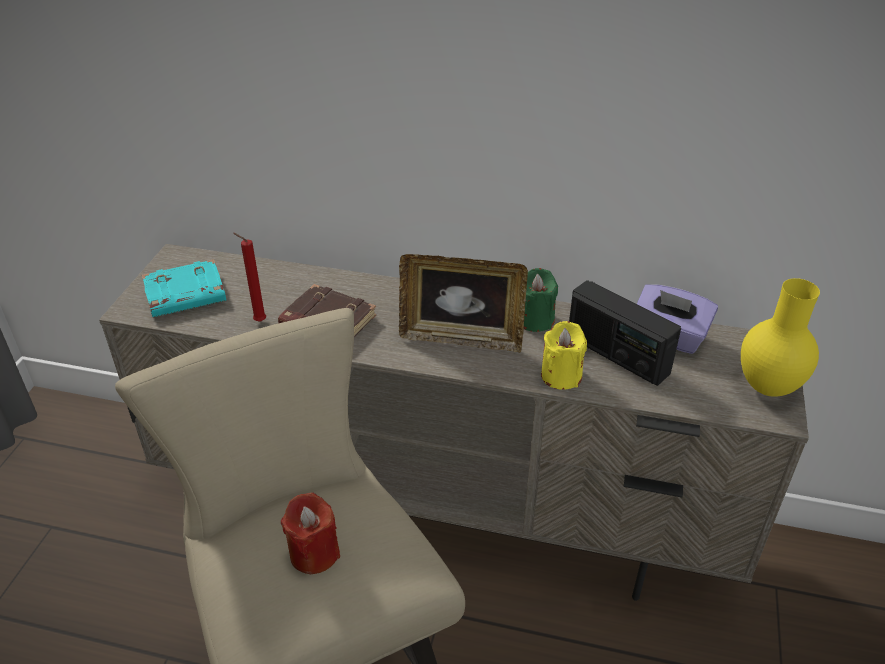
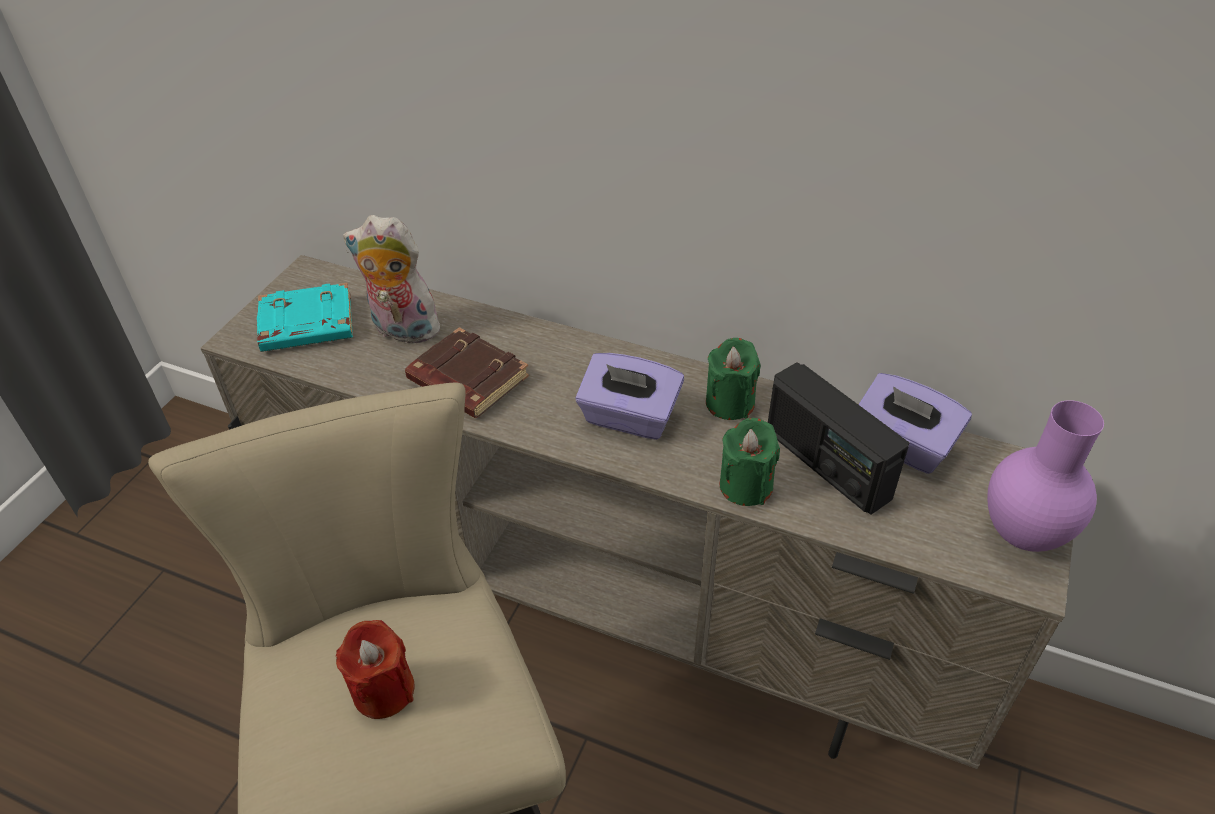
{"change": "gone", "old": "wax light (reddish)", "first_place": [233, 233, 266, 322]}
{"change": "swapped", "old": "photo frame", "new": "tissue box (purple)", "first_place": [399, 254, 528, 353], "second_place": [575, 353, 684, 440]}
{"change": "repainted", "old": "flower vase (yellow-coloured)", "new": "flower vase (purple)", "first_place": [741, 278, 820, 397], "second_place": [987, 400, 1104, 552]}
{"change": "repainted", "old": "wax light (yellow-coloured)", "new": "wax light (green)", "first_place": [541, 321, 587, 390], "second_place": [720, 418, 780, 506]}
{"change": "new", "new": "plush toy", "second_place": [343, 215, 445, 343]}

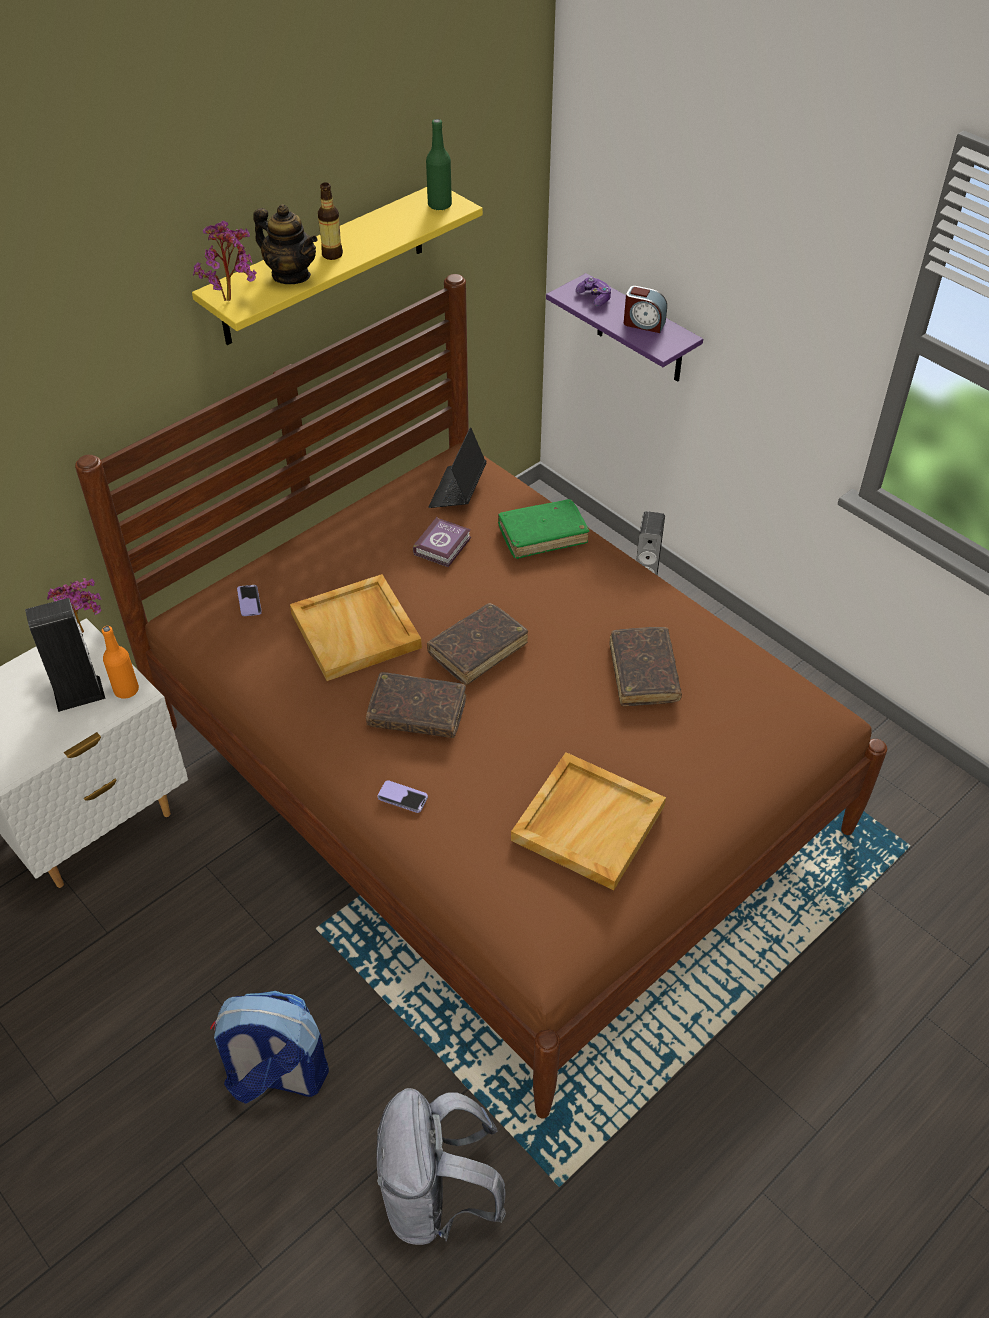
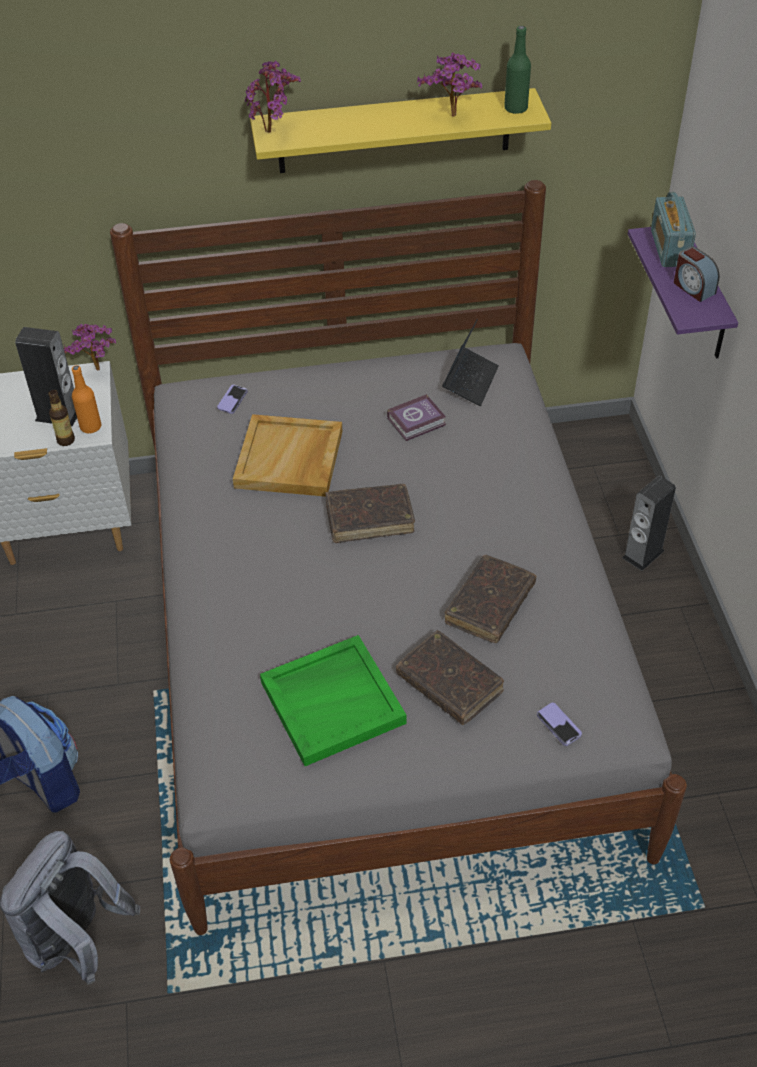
{"change": "shifted", "old": "drink bottle", "first_place": [318, 182, 343, 260], "second_place": [48, 390, 75, 446]}
{"change": "gone", "old": "pot for tea", "first_place": [253, 204, 318, 284]}
{"change": "repainted", "old": "sleeping bed (brownish)", "new": "sleeping bed (grey)", "first_place": [75, 274, 887, 1119], "second_place": [110, 180, 687, 935]}
{"change": "swapped", "old": "gamepad", "new": "radio receiver", "first_place": [576, 277, 611, 307], "second_place": [651, 192, 696, 267]}
{"change": "rotated", "old": "portable computer", "first_place": [428, 427, 486, 508], "second_place": [442, 319, 499, 406], "degrees": 150}
{"change": "gone", "old": "bound book (green)", "first_place": [498, 499, 589, 559]}
{"change": "shifted", "old": "bound book (brownish)", "first_place": [366, 672, 466, 738], "second_place": [396, 630, 504, 725]}
{"change": "repainted", "old": "serving tray (beige)", "new": "serving tray (green)", "first_place": [511, 752, 666, 890], "second_place": [260, 635, 407, 766]}
{"change": "shifted", "old": "phone", "first_place": [378, 780, 428, 813], "second_place": [537, 703, 582, 746]}
{"change": "new", "new": "houseplant", "second_place": [417, 52, 482, 116]}

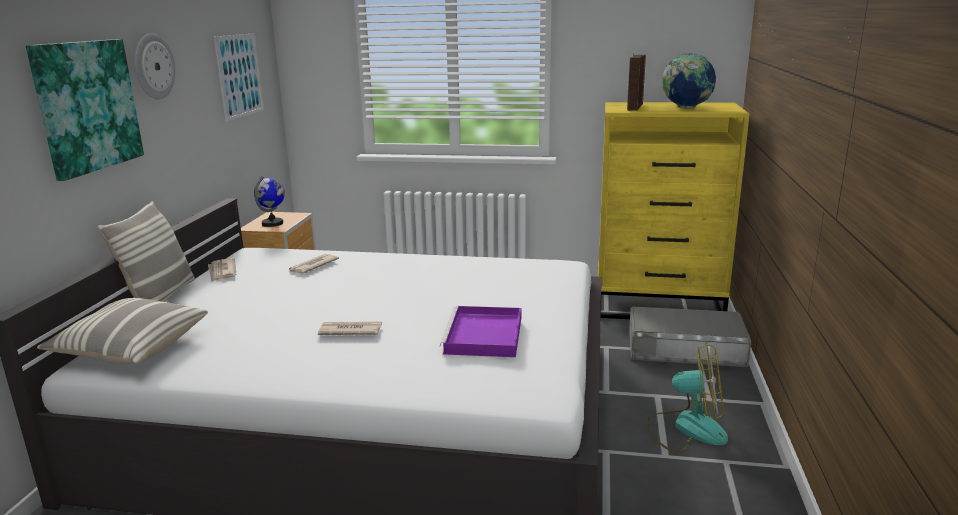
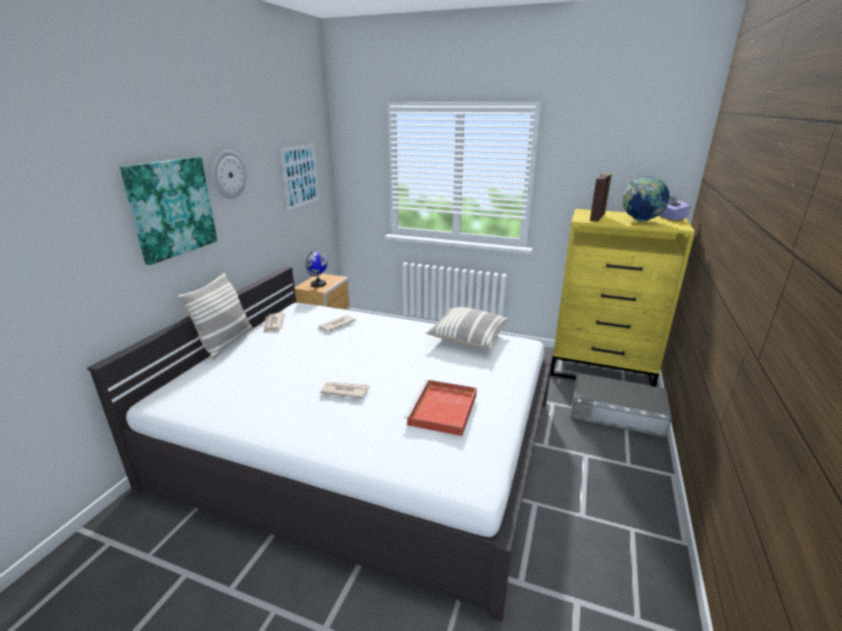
{"change": "shifted", "old": "throw pillow", "first_place": [37, 298, 208, 364], "second_place": [426, 307, 508, 349]}
{"change": "repainted", "old": "serving tray (purple)", "new": "serving tray (reddish)", "first_place": [440, 306, 521, 357], "second_place": [405, 380, 477, 436]}
{"change": "gone", "old": "fan", "first_place": [647, 342, 728, 452]}
{"change": "new", "new": "tissue box (purple)", "second_place": [660, 196, 691, 220]}

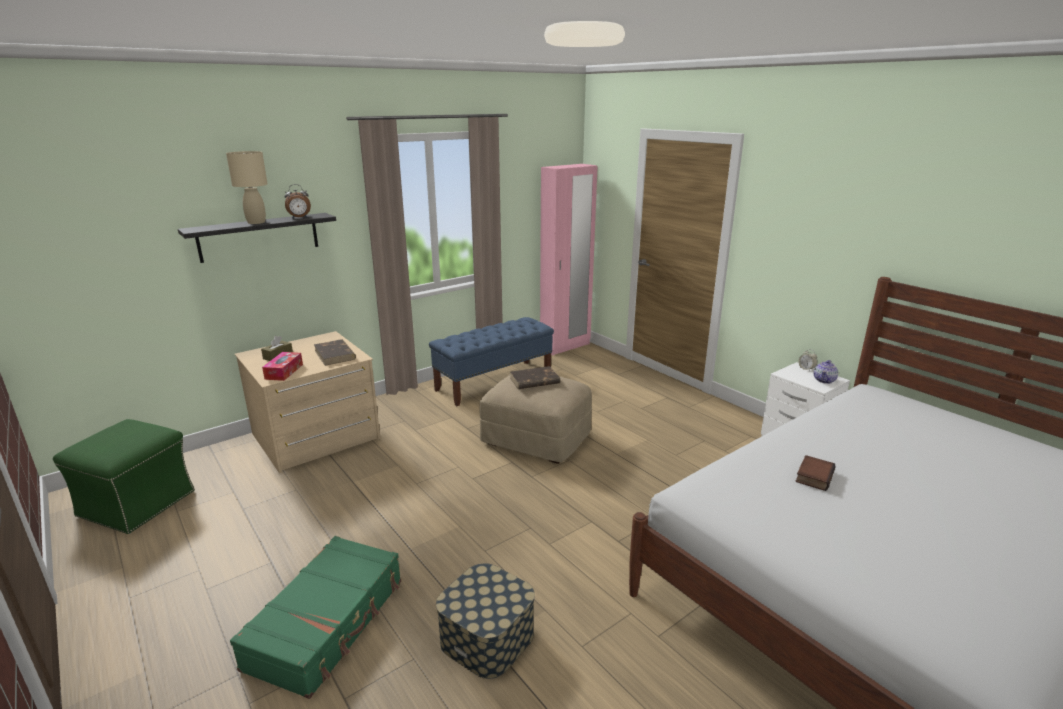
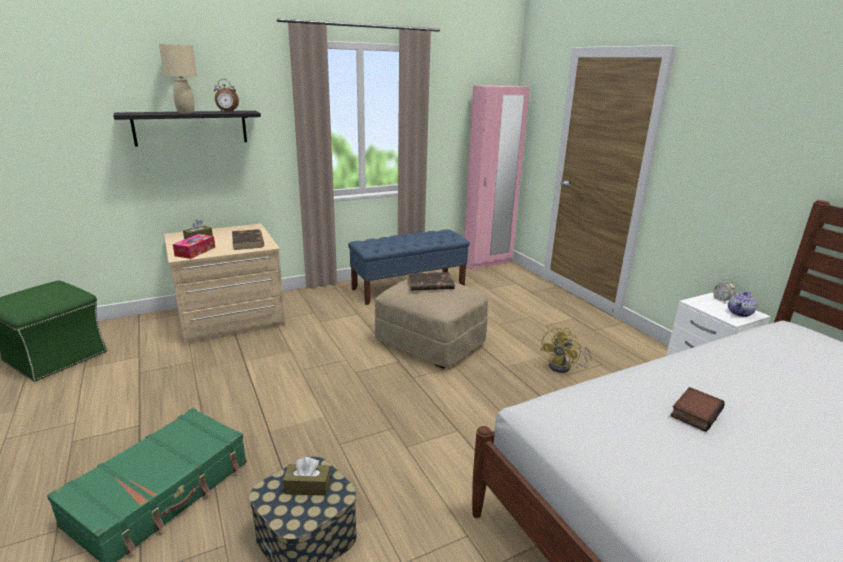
{"change": "new", "new": "fan (yellow-coloured)", "second_place": [540, 328, 591, 373]}
{"change": "new", "new": "tissue box (brownish)", "second_place": [283, 457, 331, 496]}

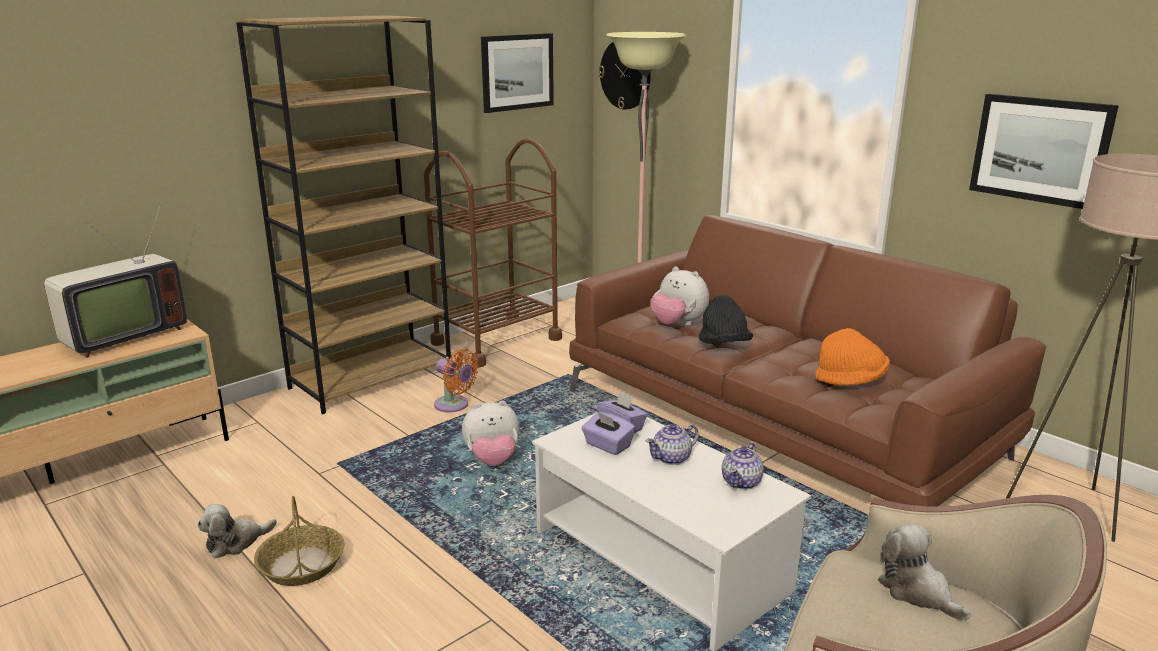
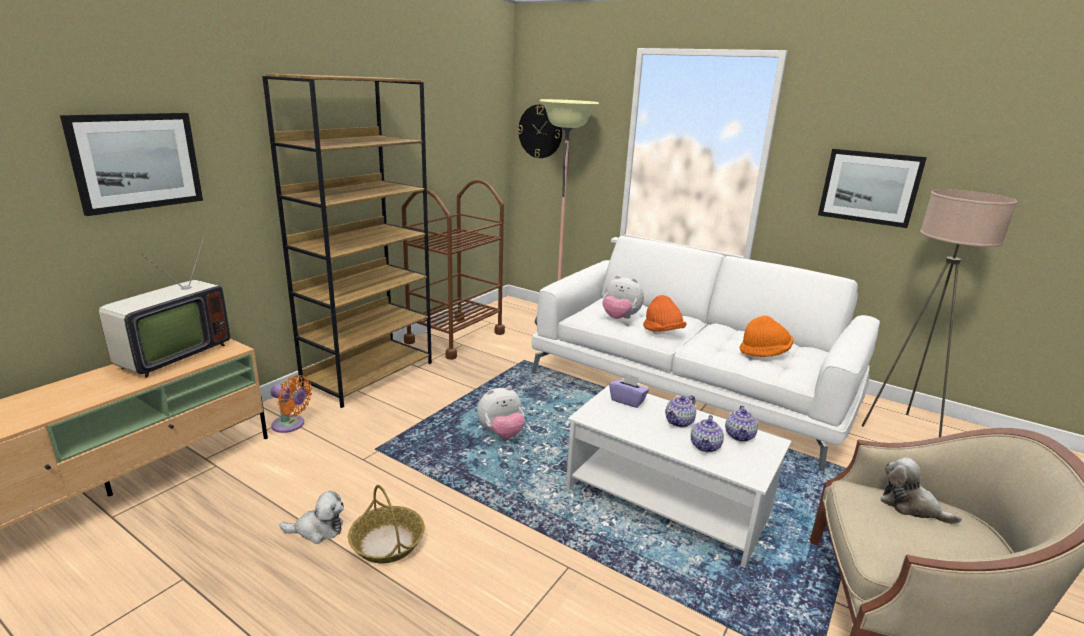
{"change": "shifted", "old": "wall art", "first_place": [481, 33, 554, 113], "second_place": [60, 113, 203, 216]}
{"change": "repainted", "old": "settee (brownish)", "new": "settee (white-coloured)", "first_place": [569, 215, 1046, 506], "second_place": [532, 236, 880, 471]}
{"change": "repainted", "old": "wearable hat (black)", "new": "wearable hat (orange-coloured)", "first_place": [699, 295, 753, 344], "second_place": [643, 295, 687, 332]}
{"change": "shifted", "old": "fan (orange-coloured)", "first_place": [434, 349, 478, 412], "second_place": [271, 375, 312, 433]}
{"change": "gone", "old": "tissue box (purple)", "first_place": [581, 411, 635, 455]}
{"change": "rotated", "old": "plush toy", "first_place": [198, 504, 277, 558], "second_place": [280, 491, 344, 544], "degrees": -135}
{"change": "new", "new": "pot for tea", "second_place": [691, 415, 724, 452]}

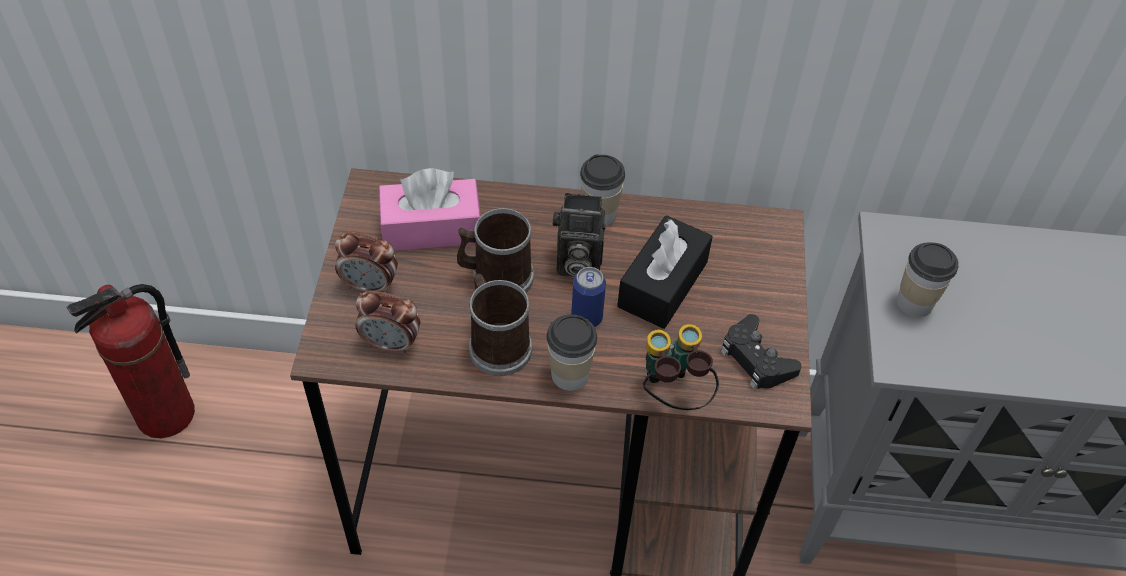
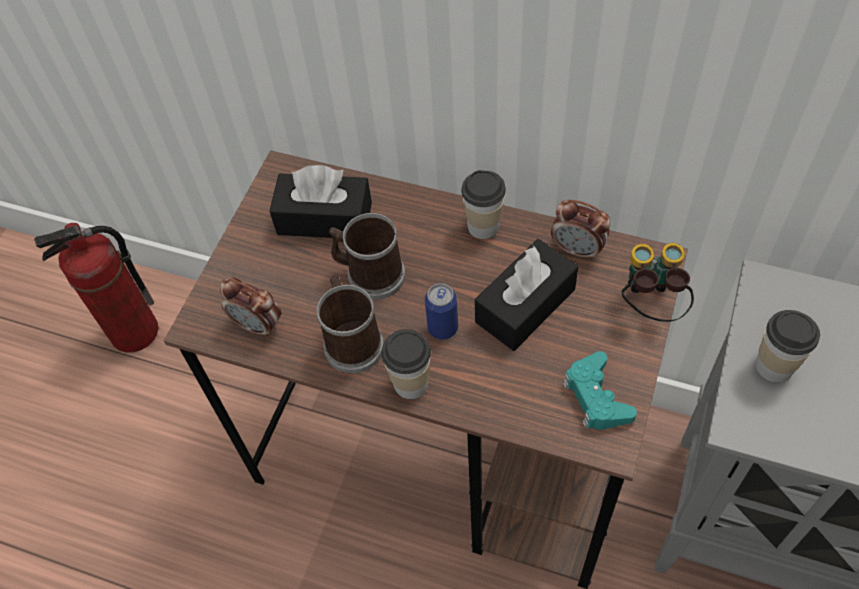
{"change": "repainted", "old": "tissue box (pinkish)", "new": "tissue box (black)", "first_place": [379, 168, 481, 251], "second_place": [269, 165, 372, 238]}
{"change": "gone", "old": "photo camera", "first_place": [553, 193, 606, 277]}
{"change": "shifted", "old": "table clock", "first_place": [335, 232, 398, 296], "second_place": [551, 200, 611, 261]}
{"change": "repainted", "old": "gamepad (black)", "new": "gamepad (turquoise-coloured)", "first_place": [721, 314, 802, 390], "second_place": [563, 351, 637, 430]}
{"change": "shifted", "old": "pair of binoculars", "first_place": [643, 324, 719, 410], "second_place": [622, 243, 694, 322]}

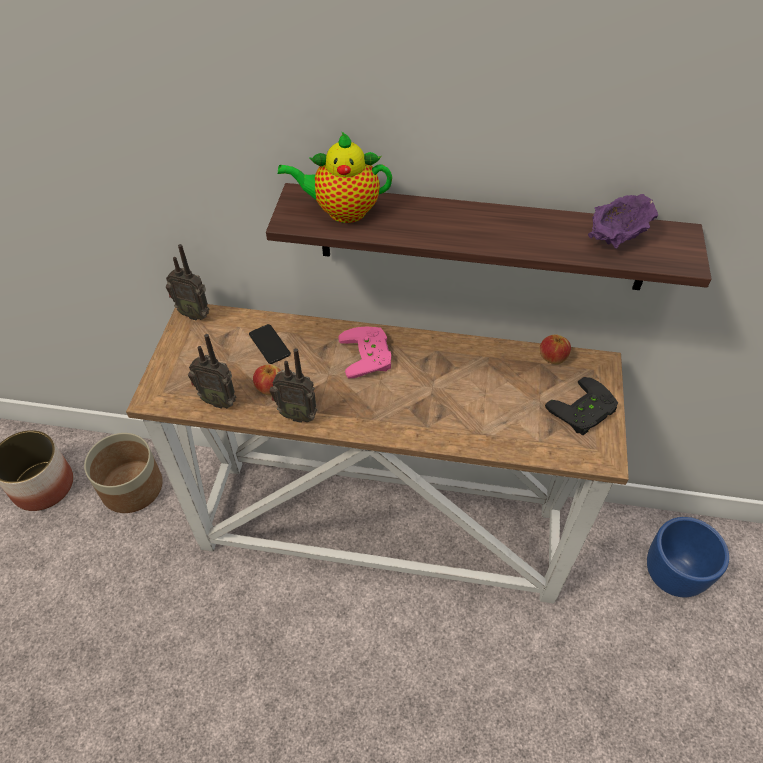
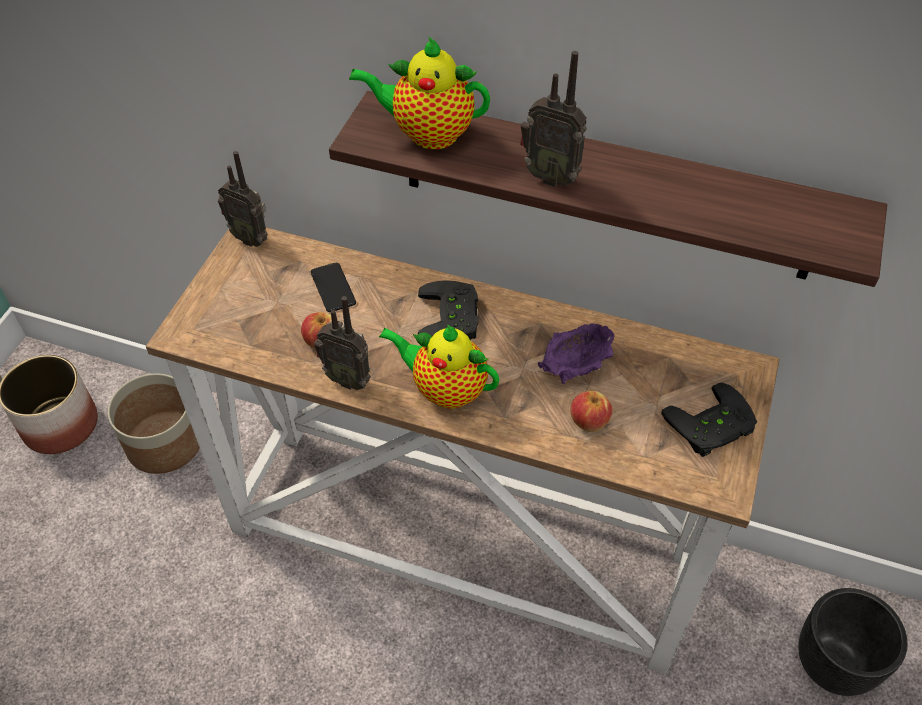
{"change": "shifted", "old": "bowl (purple)", "first_place": [588, 194, 658, 249], "second_place": [538, 324, 615, 384]}
{"change": "repainted", "old": "gamepad (pinkish)", "new": "gamepad (black)", "first_place": [338, 327, 391, 378], "second_place": [417, 280, 479, 340]}
{"change": "shifted", "old": "radio receiver", "first_place": [188, 334, 236, 409], "second_place": [520, 51, 587, 187]}
{"change": "shifted", "old": "apple", "first_place": [540, 334, 571, 364], "second_place": [570, 391, 612, 432]}
{"change": "repainted", "old": "plant pot (bluish)", "new": "plant pot (black)", "first_place": [647, 517, 729, 597], "second_place": [798, 588, 908, 696]}
{"change": "new", "new": "pot for tea", "second_place": [379, 324, 499, 409]}

